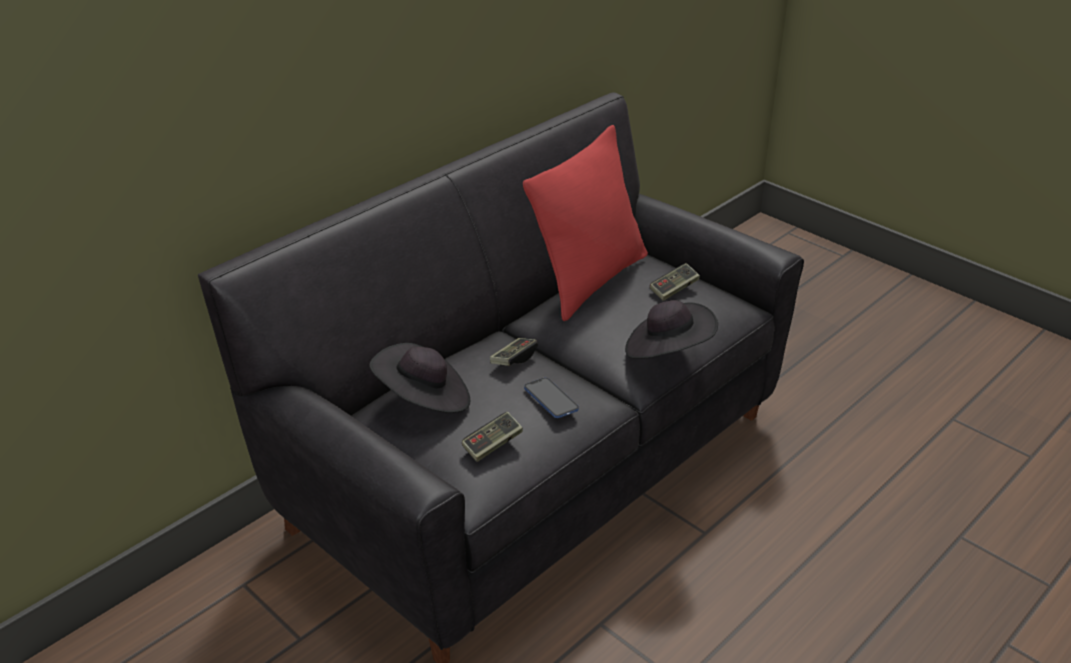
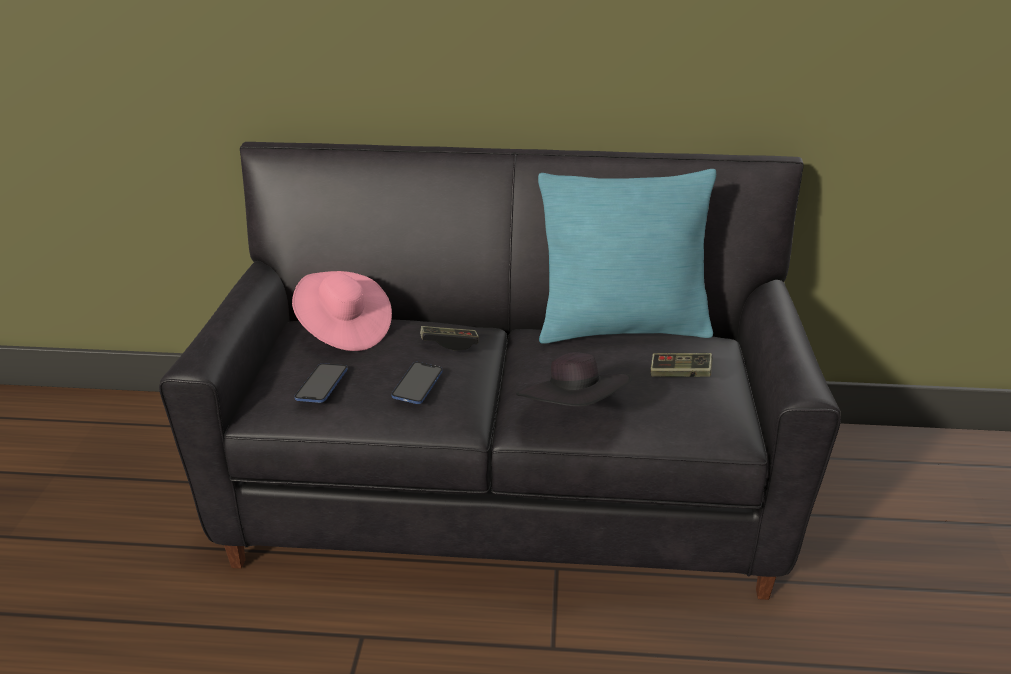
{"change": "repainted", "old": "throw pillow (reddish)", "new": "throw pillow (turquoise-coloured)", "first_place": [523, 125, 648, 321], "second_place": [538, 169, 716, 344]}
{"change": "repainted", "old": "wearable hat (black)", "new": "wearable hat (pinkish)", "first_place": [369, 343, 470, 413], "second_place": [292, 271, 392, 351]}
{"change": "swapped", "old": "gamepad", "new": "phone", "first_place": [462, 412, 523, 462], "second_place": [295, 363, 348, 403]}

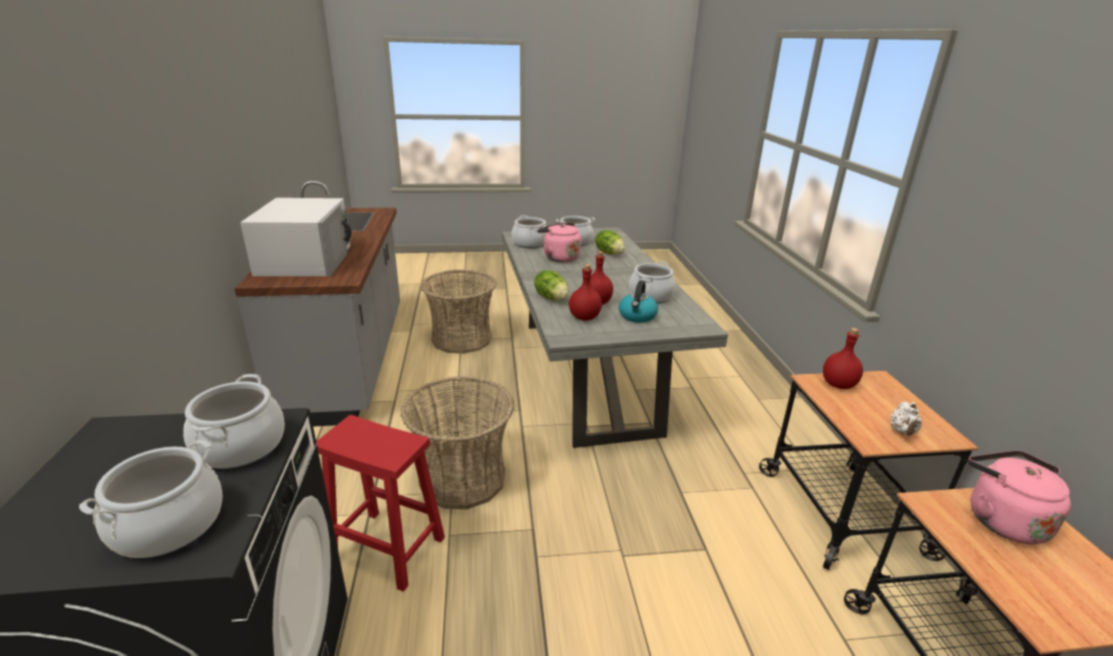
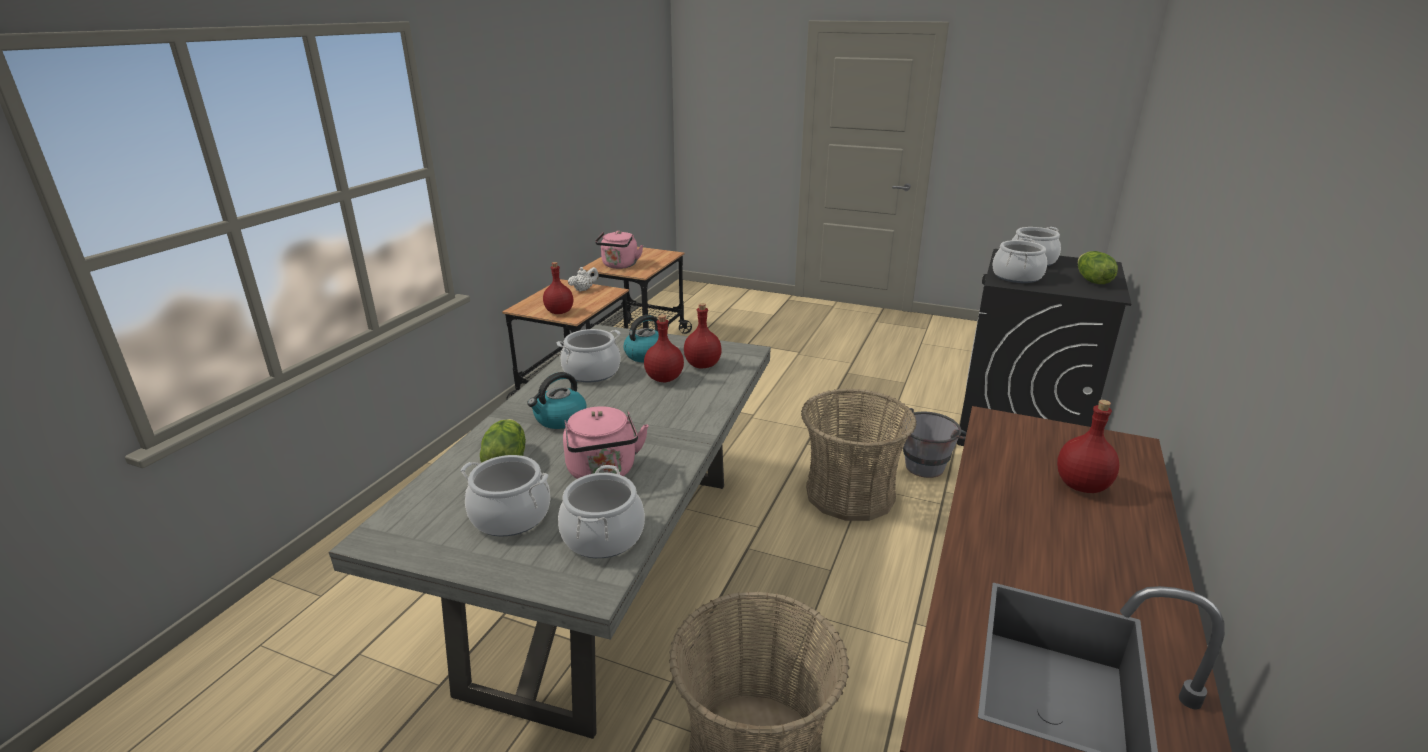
{"change": "swapped", "old": "kitchen microwave (white-coloured)", "new": "drink bottle (reddish)", "first_place": [240, 198, 352, 276], "second_place": [1057, 400, 1119, 493]}
{"change": "shifted", "old": "head of lettuce", "first_place": [534, 270, 569, 301], "second_place": [1078, 251, 1118, 284]}
{"change": "swapped", "old": "stool (reddish)", "new": "water bucket (grey)", "first_place": [316, 415, 445, 592], "second_place": [901, 408, 967, 478]}
{"change": "new", "new": "water kettle", "second_place": [527, 372, 586, 429]}

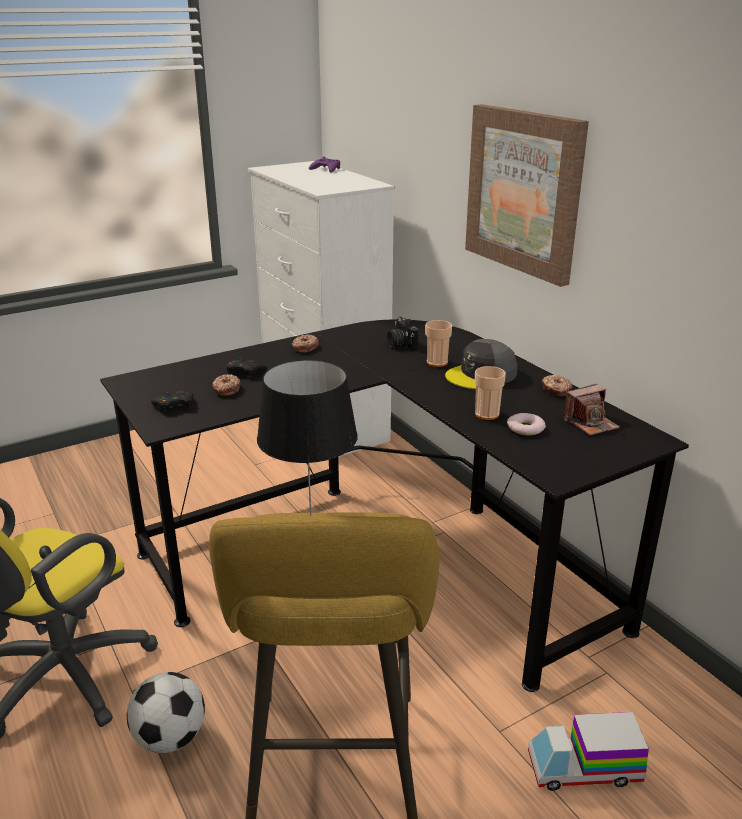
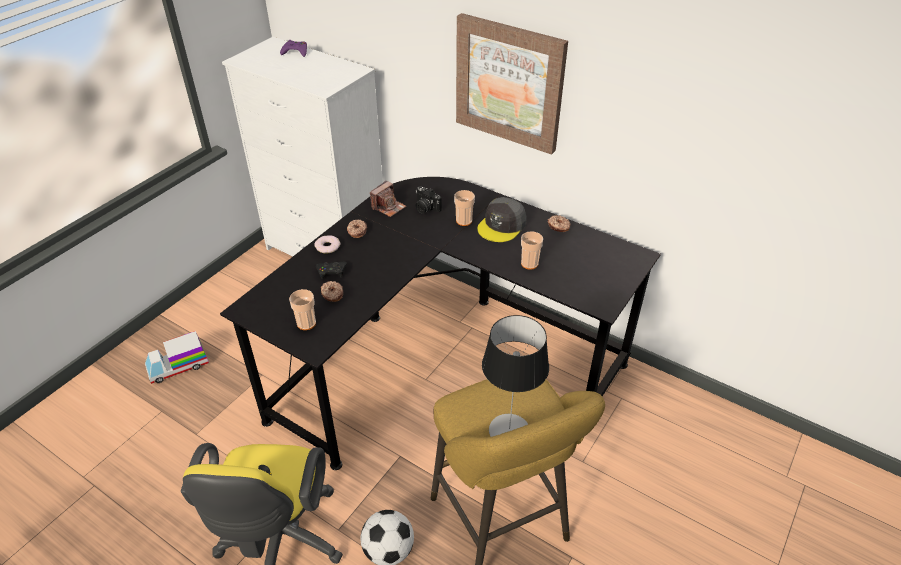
{"change": "shifted", "old": "photo camera", "first_place": [564, 383, 620, 435], "second_place": [370, 181, 406, 217]}
{"change": "swapped", "old": "gamepad (black)", "new": "cup", "first_place": [151, 391, 194, 413], "second_place": [289, 289, 316, 330]}
{"change": "shifted", "old": "doughnut", "first_place": [507, 413, 546, 435], "second_place": [314, 235, 341, 253]}
{"change": "shifted", "old": "model truck", "first_place": [528, 712, 649, 791], "second_place": [145, 331, 209, 384]}

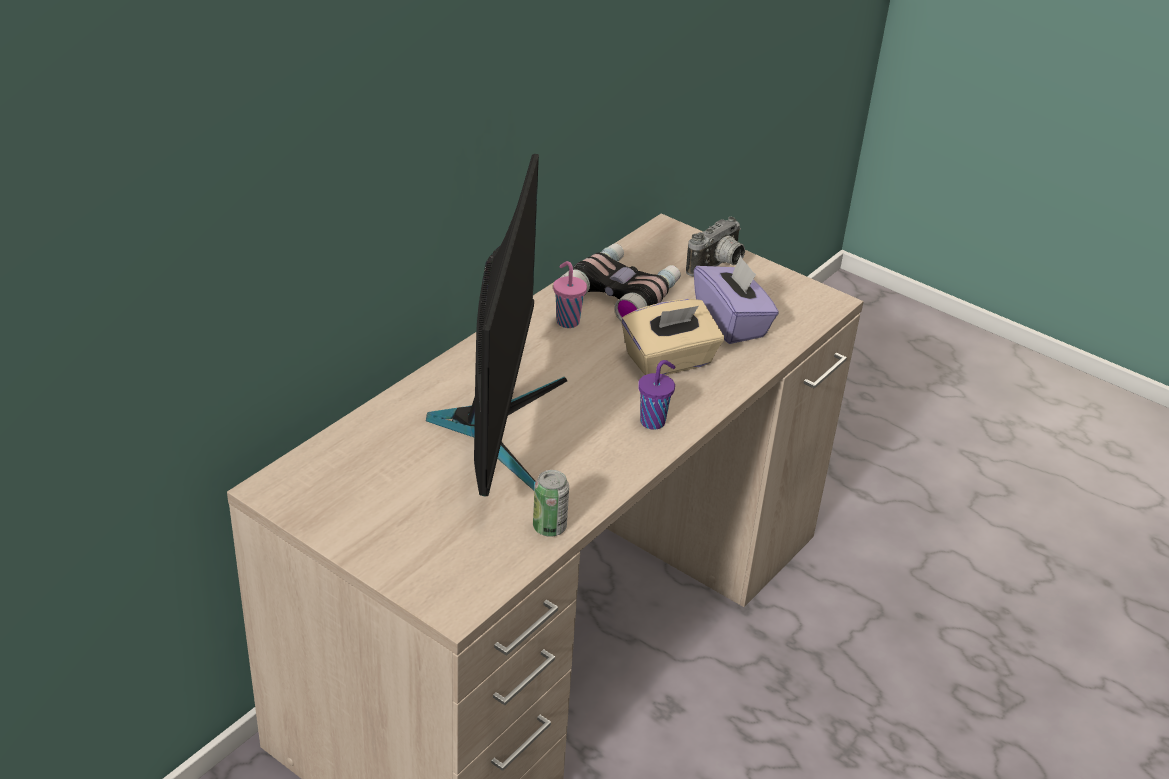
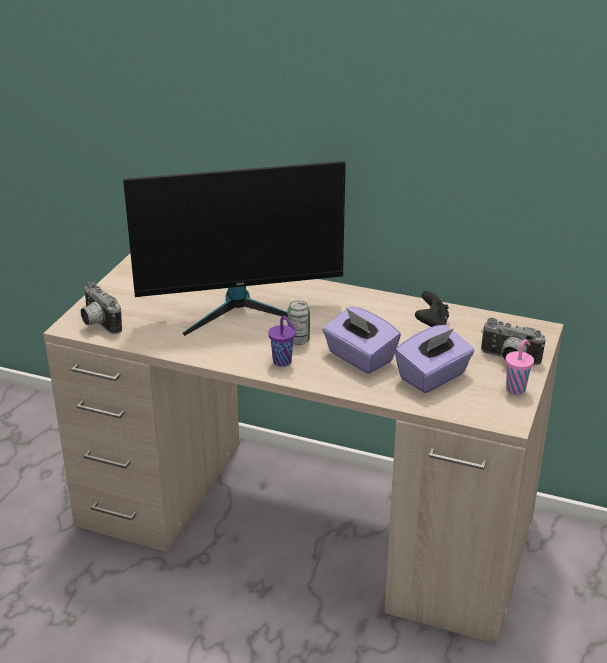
{"change": "swapped", "old": "pair of binoculars", "new": "gamepad (black)", "first_place": [560, 243, 681, 322], "second_place": [415, 291, 449, 327]}
{"change": "shifted", "old": "cup (pinkish)", "first_place": [553, 261, 587, 328], "second_place": [505, 339, 534, 395]}
{"change": "repainted", "old": "tissue box (beige)", "new": "tissue box (purple)", "first_place": [622, 299, 724, 375], "second_place": [322, 306, 401, 374]}
{"change": "shifted", "old": "sealed can", "first_place": [533, 470, 569, 537], "second_place": [288, 300, 310, 345]}
{"change": "new", "new": "photo camera", "second_place": [81, 281, 122, 334]}

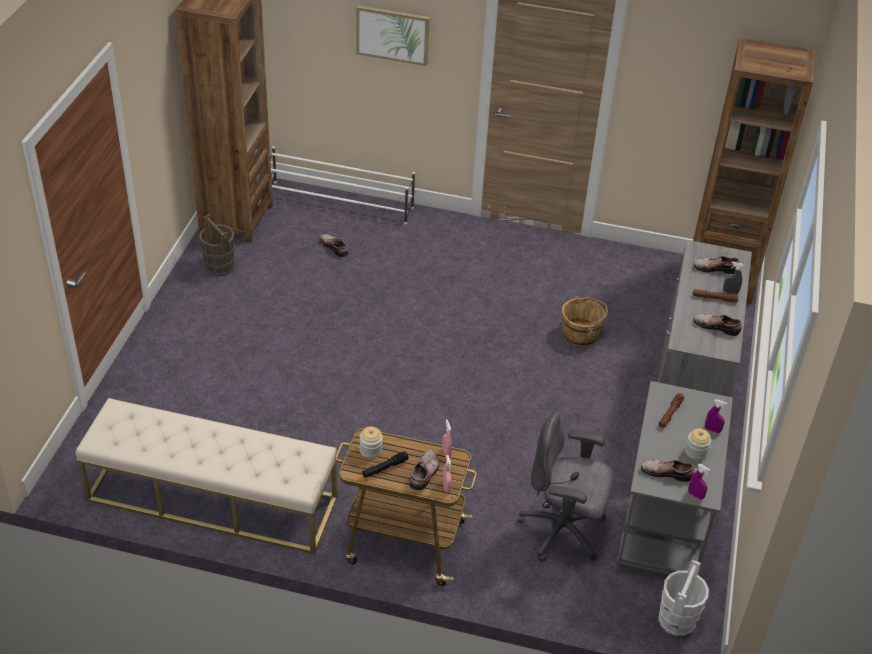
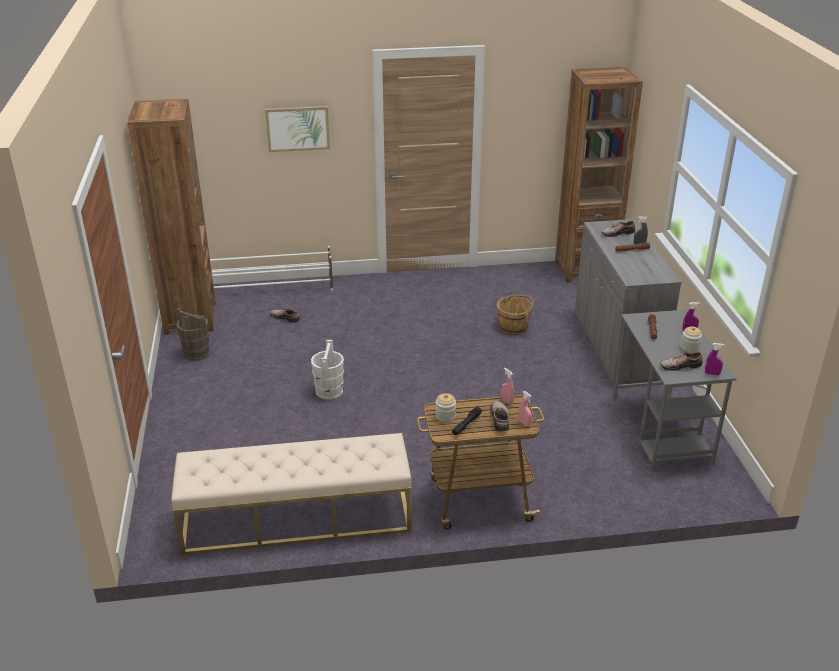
{"change": "gone", "old": "shoe", "first_place": [693, 314, 742, 336]}
{"change": "gone", "old": "office chair (grey)", "first_place": [517, 412, 614, 562]}
{"change": "shifted", "old": "water bucket (white-coloured)", "first_place": [658, 560, 709, 636], "second_place": [311, 340, 344, 400]}

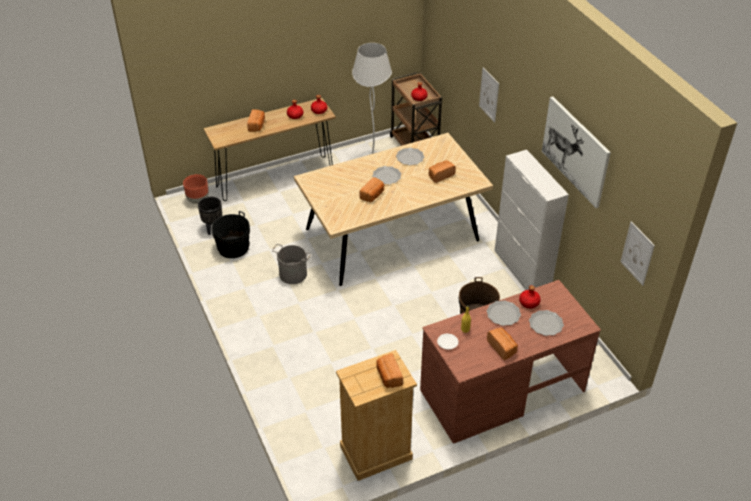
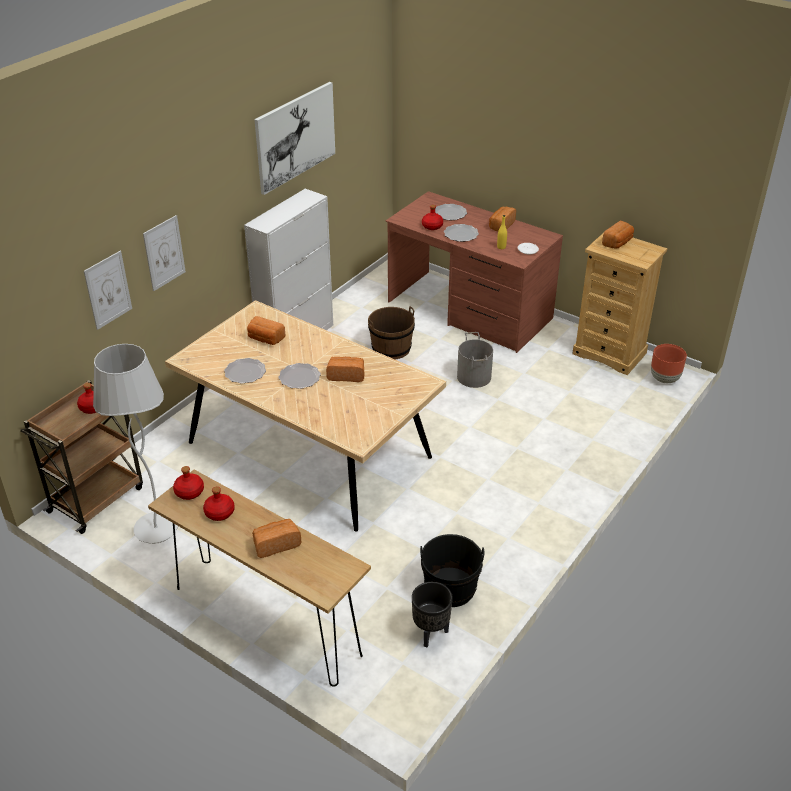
{"change": "shifted", "old": "plant pot (brownish)", "first_place": [183, 174, 209, 204], "second_place": [651, 344, 687, 383]}
{"change": "shifted", "old": "wall art", "first_place": [620, 222, 655, 286], "second_place": [84, 251, 132, 330]}
{"change": "shifted", "old": "water bucket (grey)", "first_place": [272, 244, 311, 284], "second_place": [457, 332, 493, 388]}

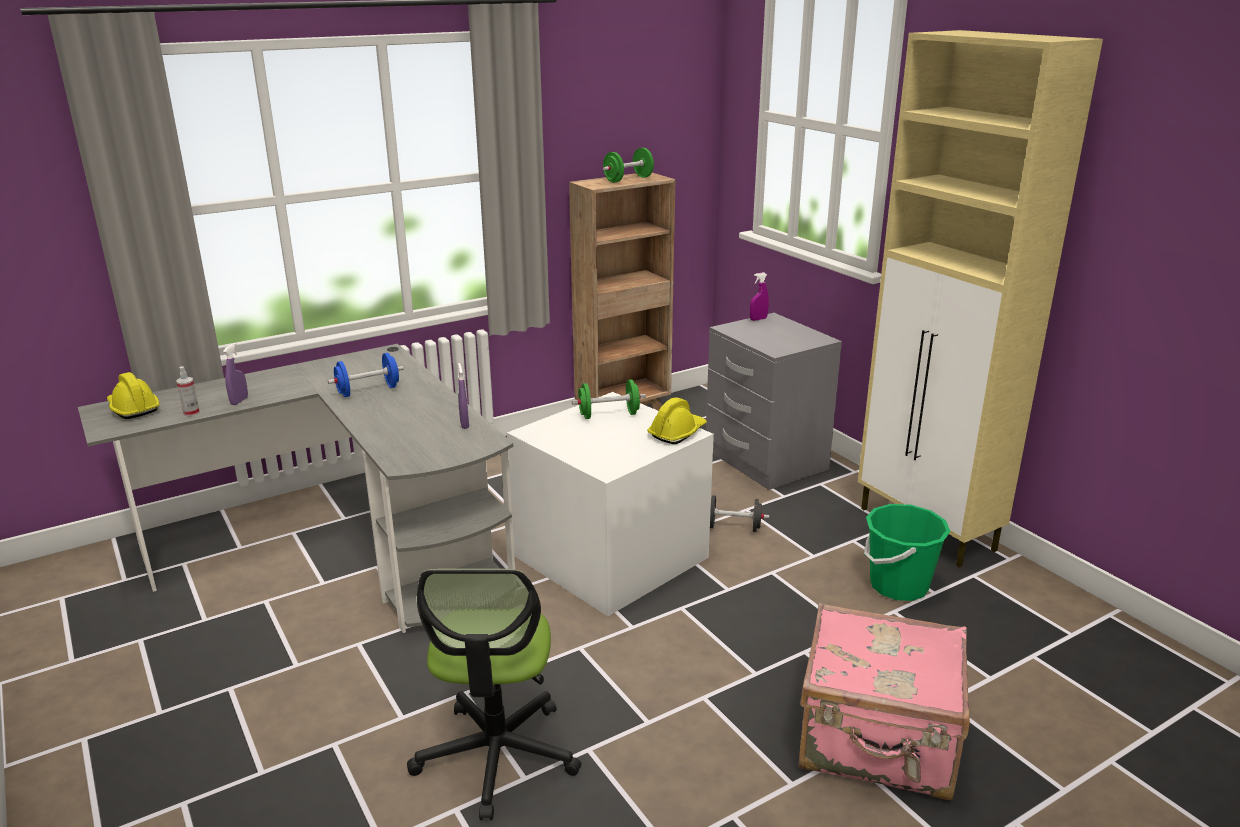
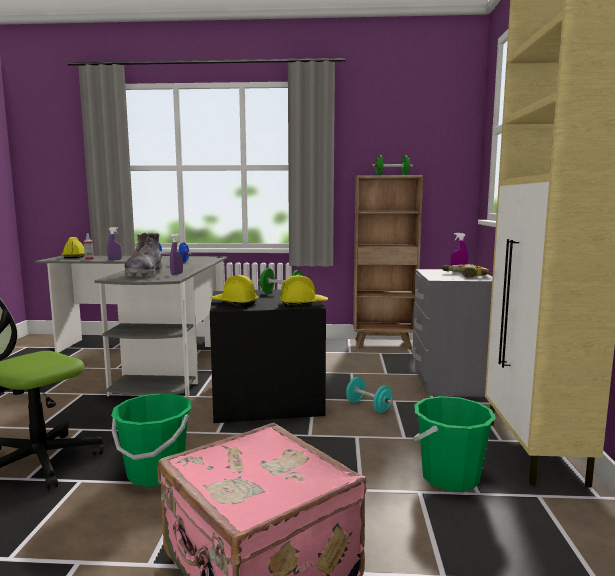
{"change": "repainted", "old": "storage container (white-coloured)", "new": "storage container (black)", "first_place": [507, 392, 714, 616], "second_place": [210, 289, 326, 423]}
{"change": "repainted", "old": "dumbbell (black)", "new": "dumbbell (turquoise-coloured)", "first_place": [710, 495, 769, 532], "second_place": [346, 377, 393, 413]}
{"change": "new", "new": "high-top boot (grey)", "second_place": [124, 233, 162, 277]}
{"change": "new", "new": "electric drill", "second_place": [441, 264, 492, 278]}
{"change": "new", "new": "safety helmet (yellow-coloured)", "second_place": [211, 275, 259, 307]}
{"change": "new", "new": "water bucket (green)", "second_place": [111, 393, 191, 487]}

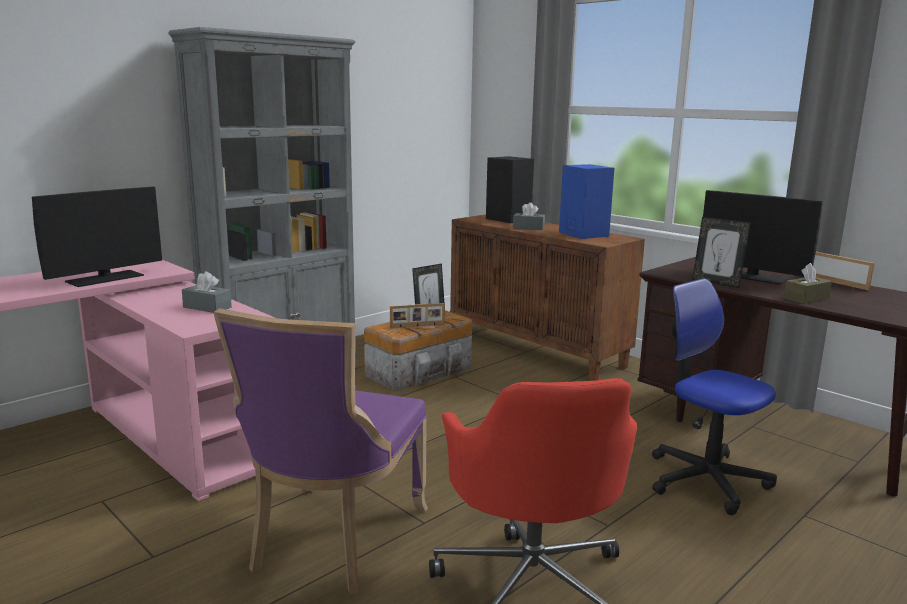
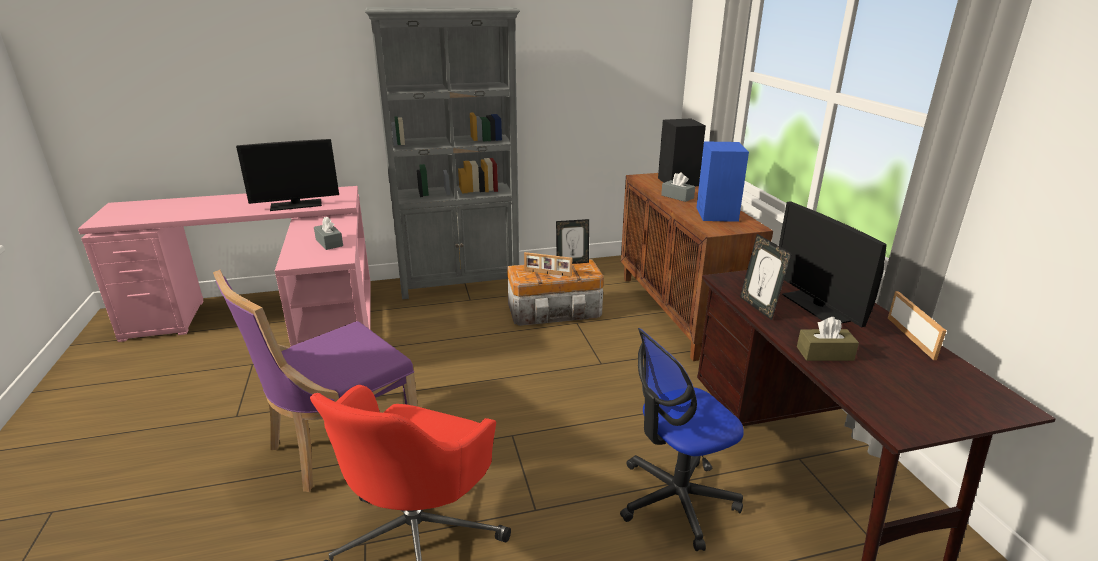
{"change": "rotated", "old": "office chair", "first_place": [652, 278, 777, 515], "second_place": [620, 328, 744, 551], "degrees": -105}

